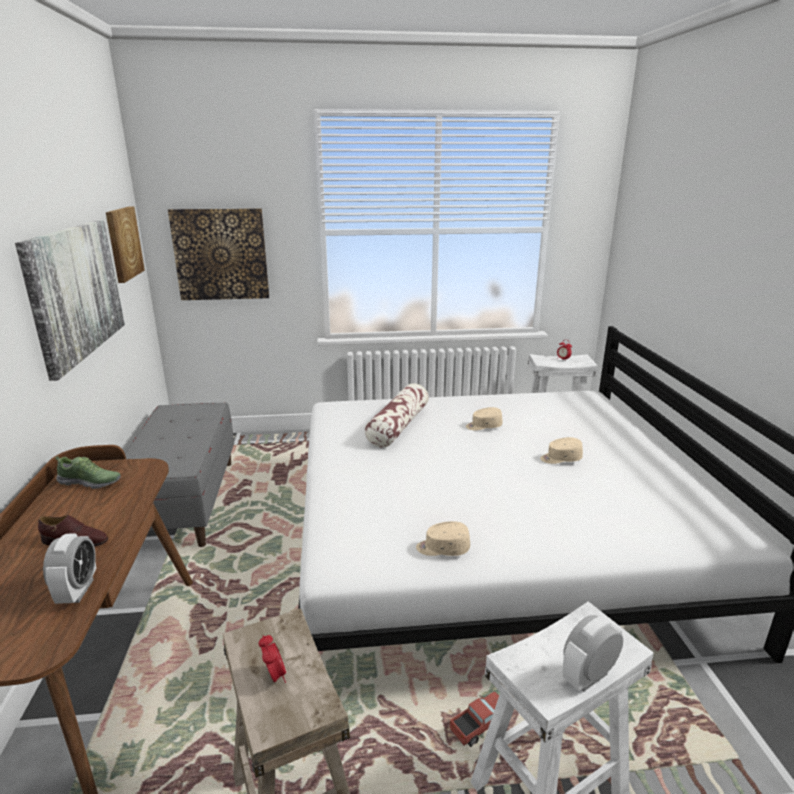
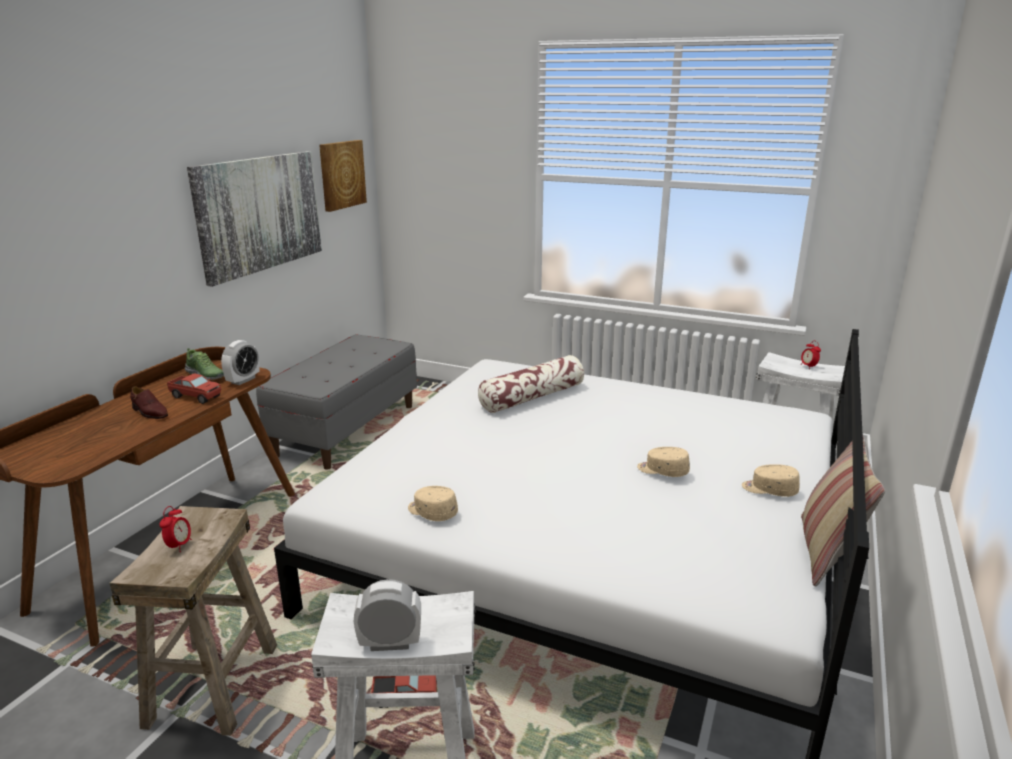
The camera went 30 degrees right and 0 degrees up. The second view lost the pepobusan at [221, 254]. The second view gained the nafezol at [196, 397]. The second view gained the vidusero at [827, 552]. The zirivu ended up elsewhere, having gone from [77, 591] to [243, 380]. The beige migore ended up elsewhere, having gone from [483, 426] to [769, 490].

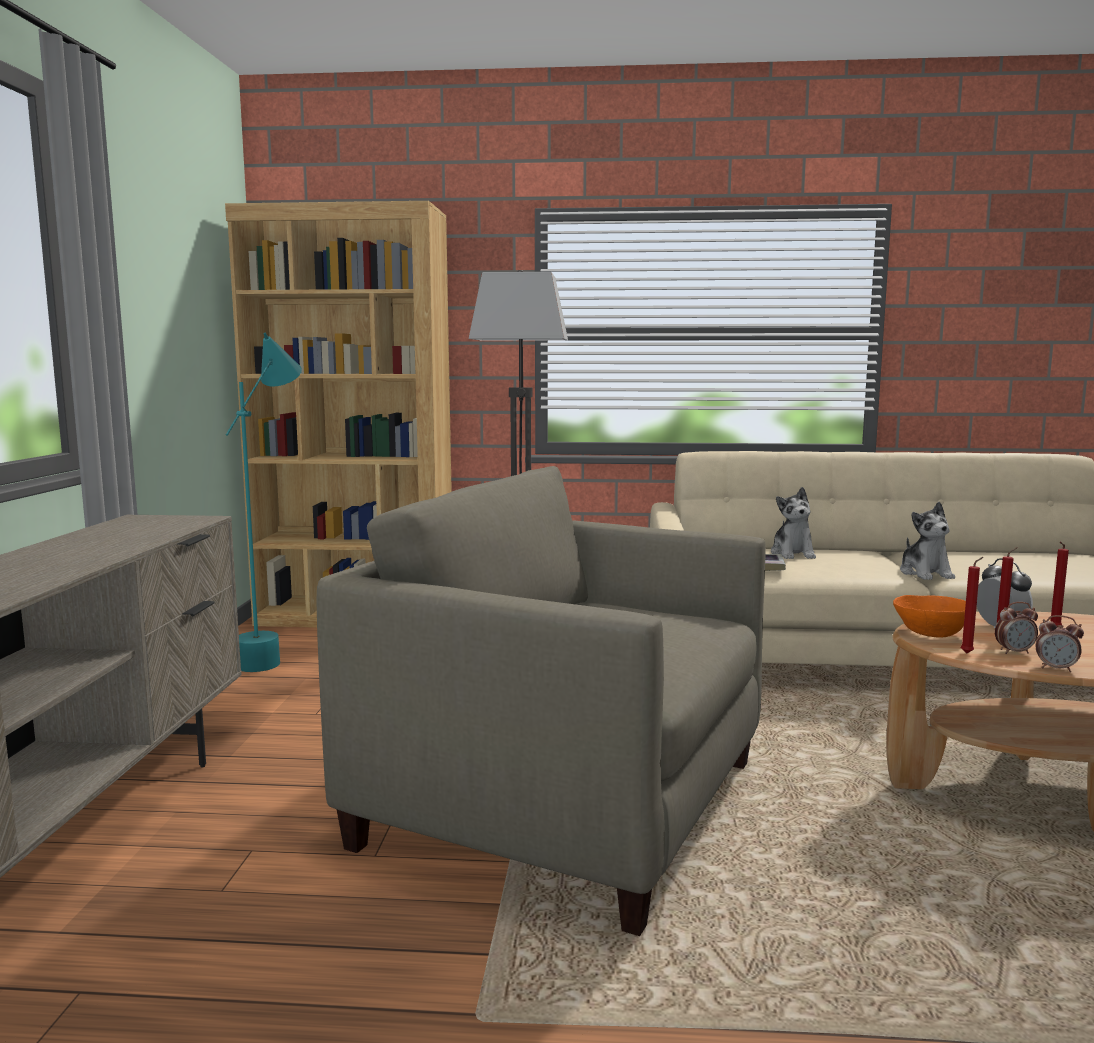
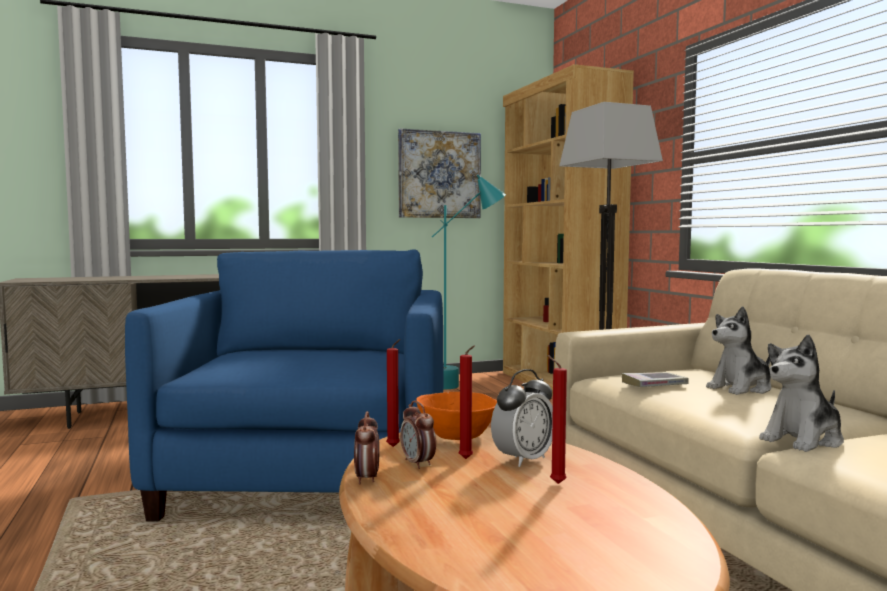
The camera went 65 degrees right and 5 degrees down. The second view gained the pepobusan at [439, 174]. What was the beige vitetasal at [566, 803] turned into the blue vitetasal at [311, 480].

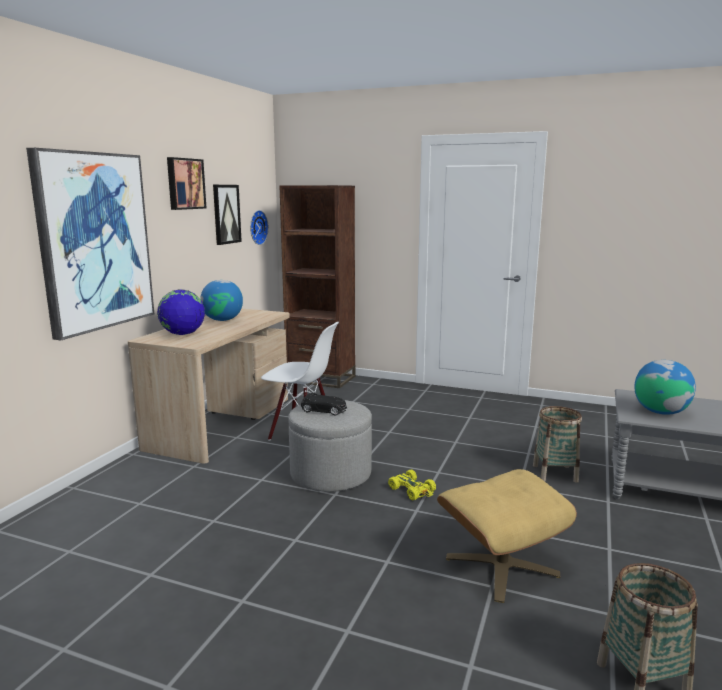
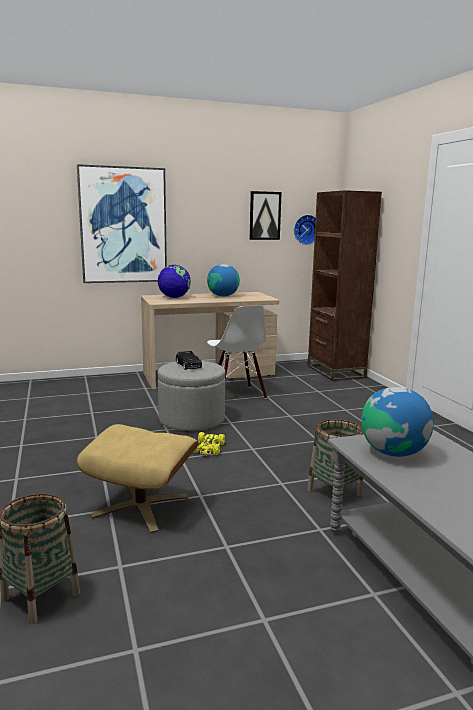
The camera went 50 degrees right and 0 degrees up. The second view lost the pepobusan at [185, 184].

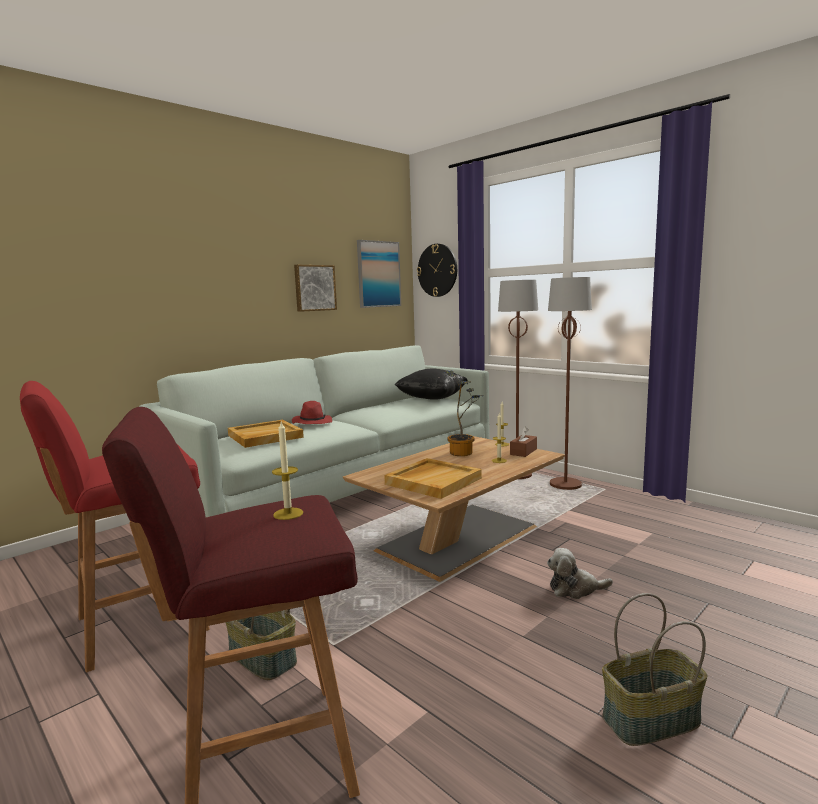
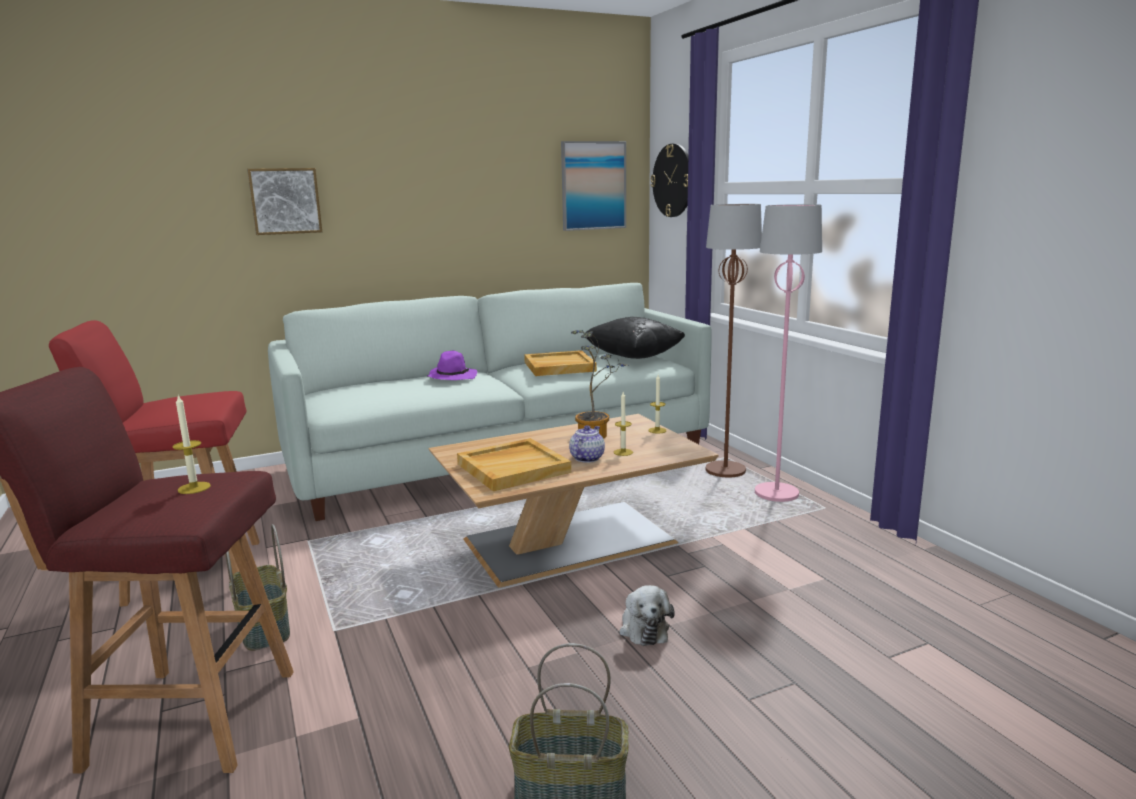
The camera went 20 degrees right and 5 degrees up. The second view lost the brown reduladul at [523, 452]. The second view gained the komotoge at [587, 458]. The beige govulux ended up elsewhere, having gone from [264, 436] to [559, 367]. The pepobusan ended up elsewhere, having gone from [314, 288] to [285, 201]. What was the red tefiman at [312, 423] turned into the purple tefiman at [452, 377]. What was the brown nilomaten at [565, 485] turned into the pink nilomaten at [776, 494]. The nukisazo at [575, 589] ended up facing another way, 120 degrees counterclockwise from before.

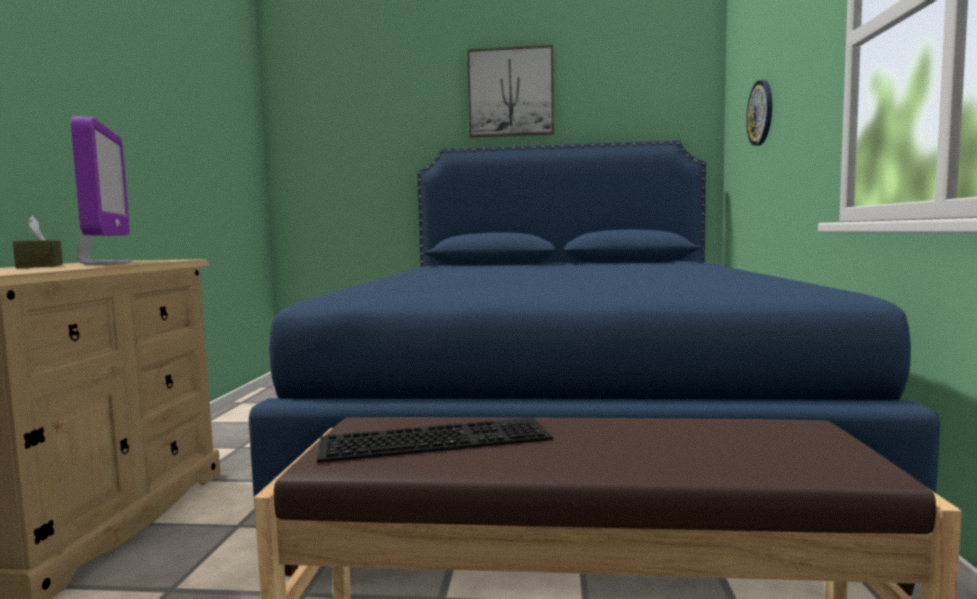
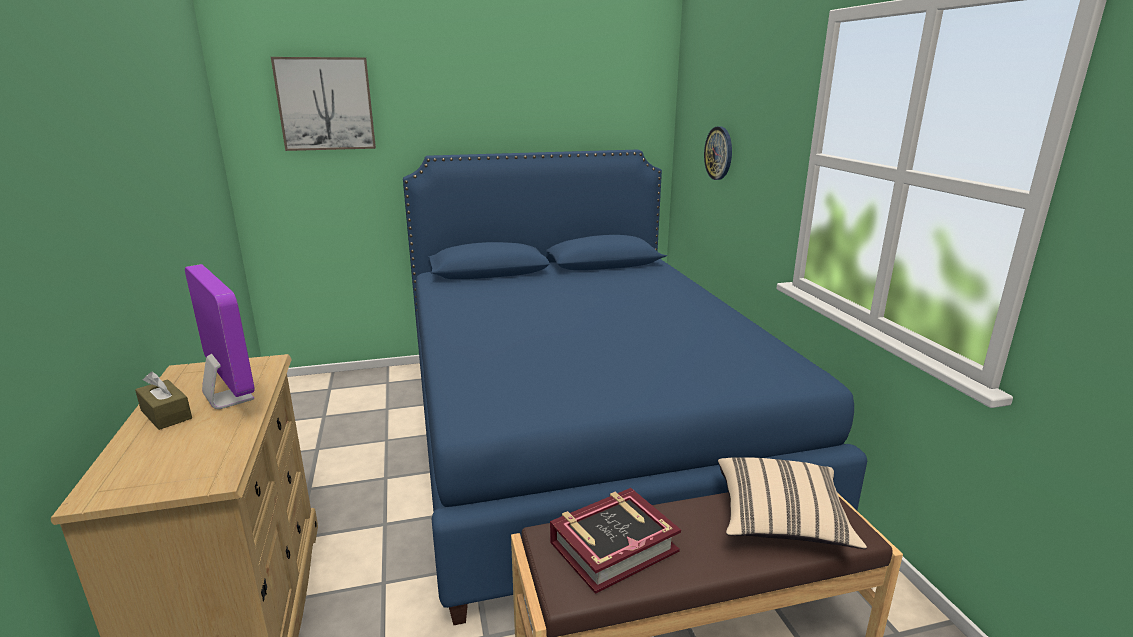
The camera went 20 degrees left and 15 degrees up. The second view gained the beige vidusero at [780, 521]. The pepobusan ended up elsewhere, having gone from [510, 92] to [325, 104]. Where the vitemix stood at [436, 438], the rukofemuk came to stand at [613, 546].

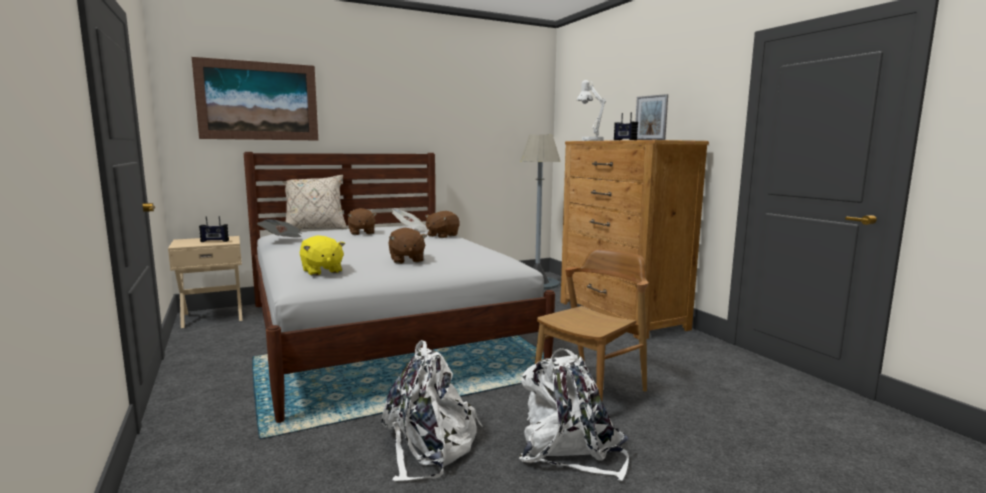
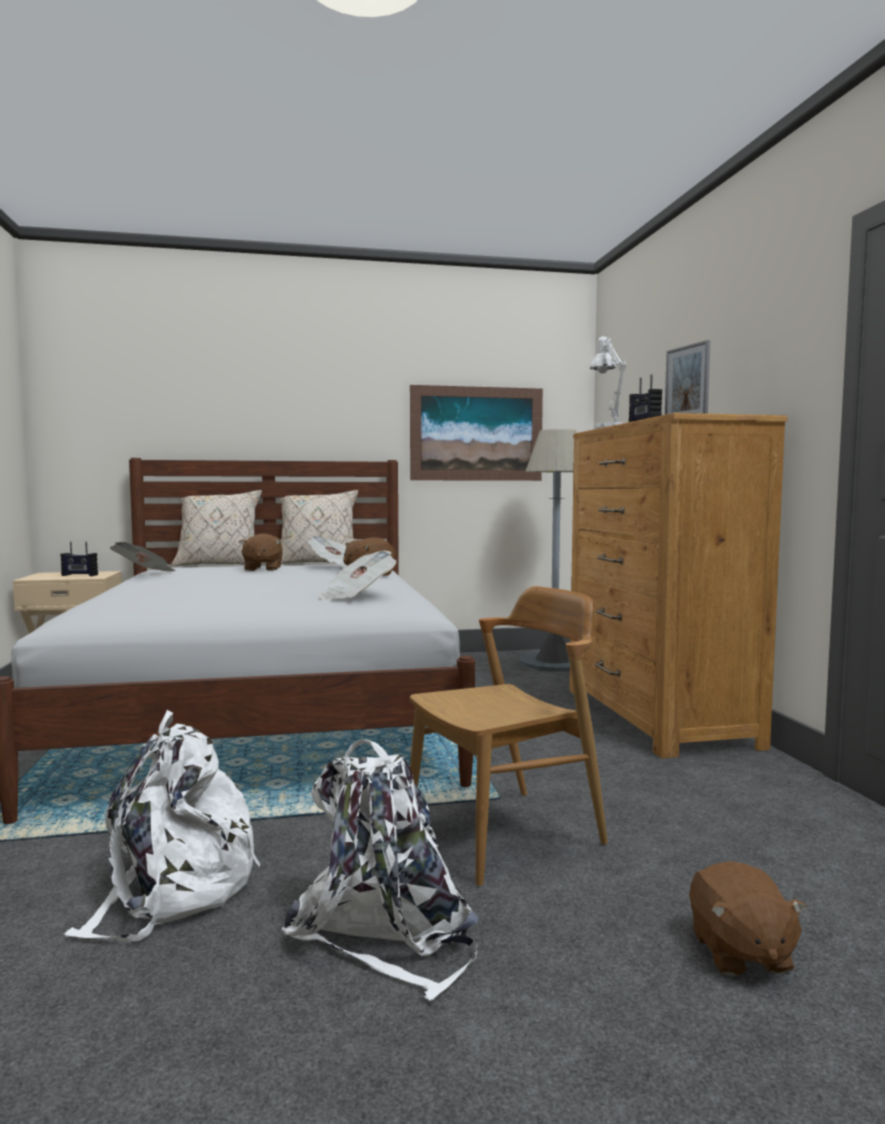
The camera went 15 degrees right and 5 degrees down. The second view lost the yellow nukisazo at [321, 271]. The second view gained the beige vidusero at [318, 563]. The second view gained the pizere at [357, 596]. The pepobusan ended up elsewhere, having gone from [258, 101] to [476, 434]. The brown nukisazo ended up elsewhere, having gone from [406, 260] to [739, 952].

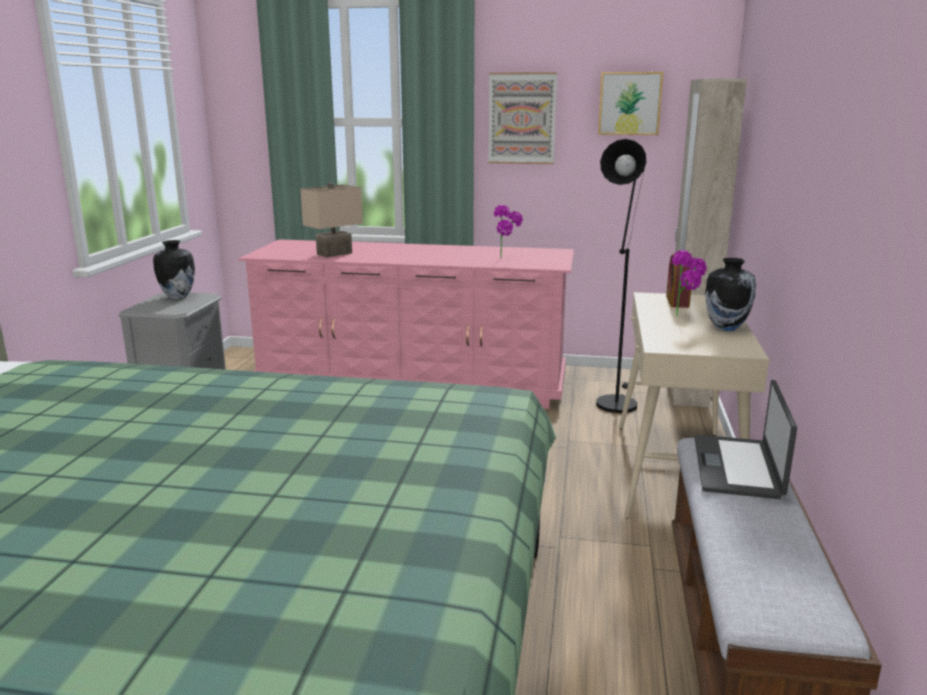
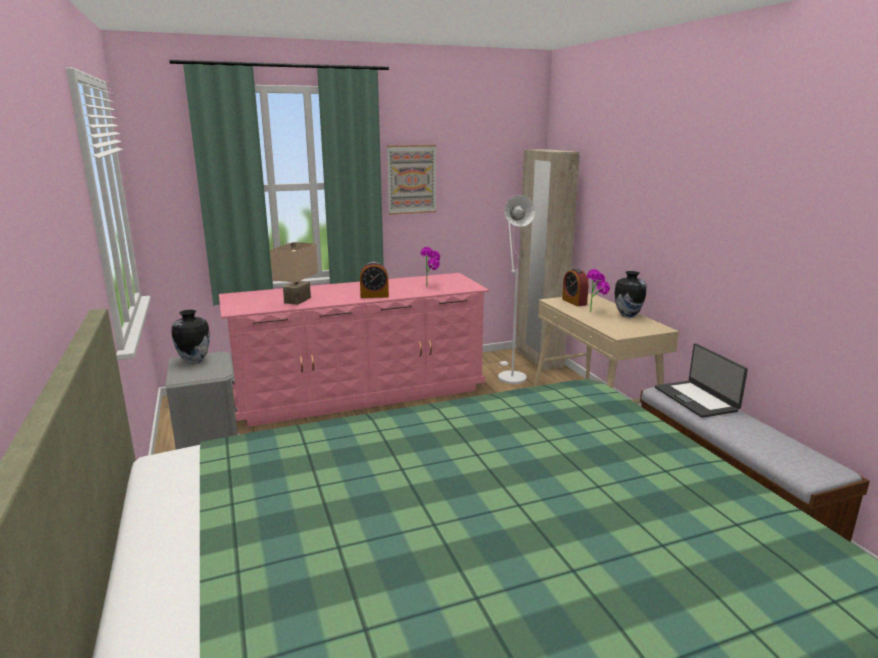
The camera went 30 degrees left and 0 degrees up. The second view lost the pepobusan at [629, 103]. The second view gained the zirivu at [374, 296]. What was the black nilomaten at [616, 401] turned into the white nilomaten at [509, 375].

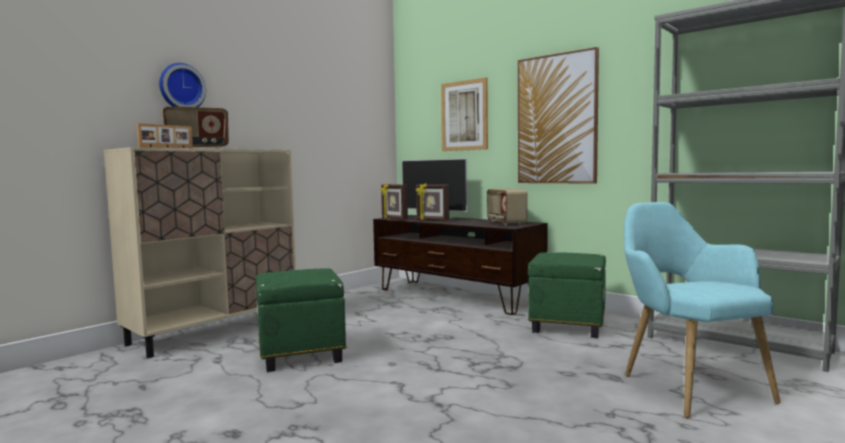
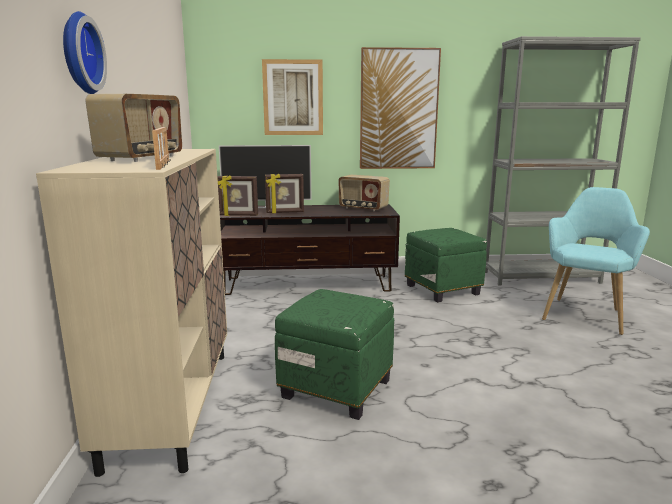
The camera went 45 degrees left and 10 degrees up. The turquoise vitetasal at [687, 386] ended up facing another way, 90 degrees clockwise from before.

